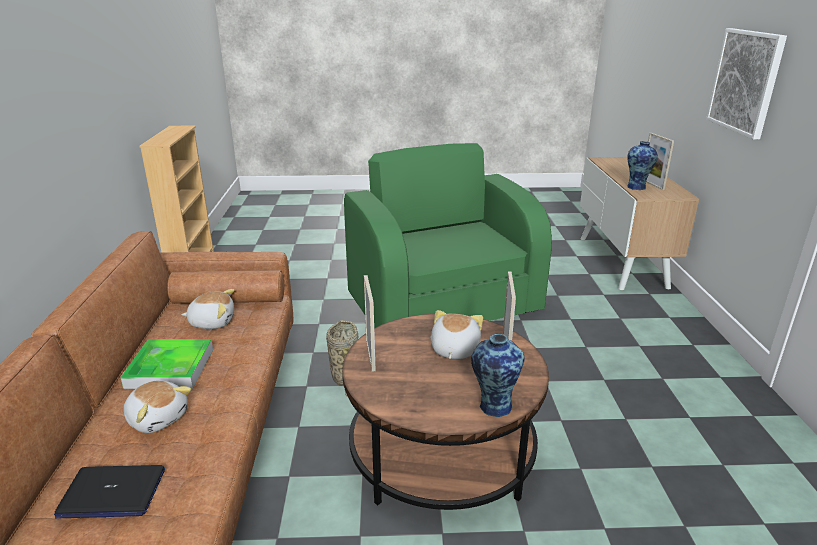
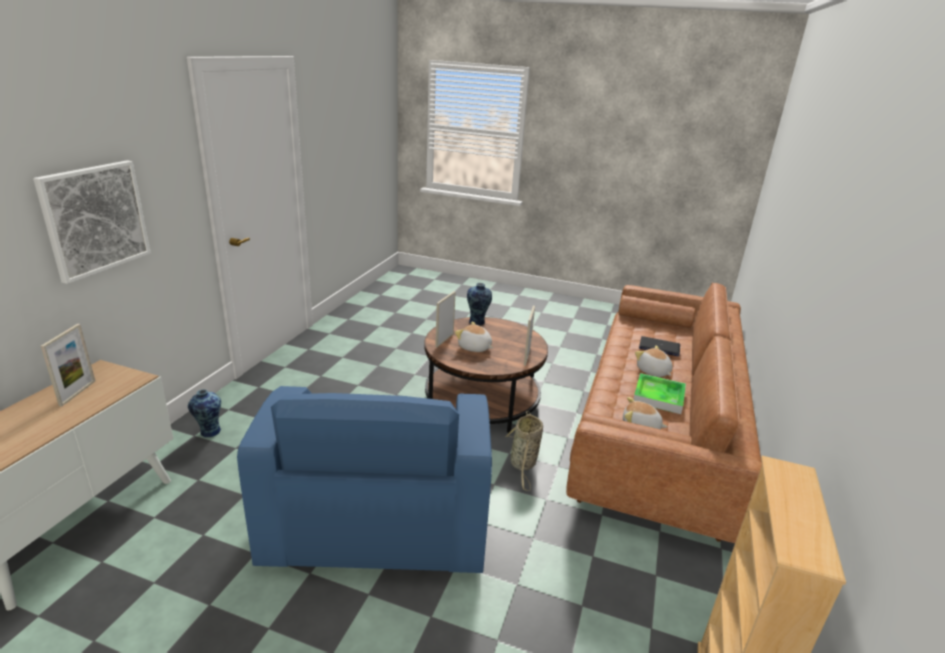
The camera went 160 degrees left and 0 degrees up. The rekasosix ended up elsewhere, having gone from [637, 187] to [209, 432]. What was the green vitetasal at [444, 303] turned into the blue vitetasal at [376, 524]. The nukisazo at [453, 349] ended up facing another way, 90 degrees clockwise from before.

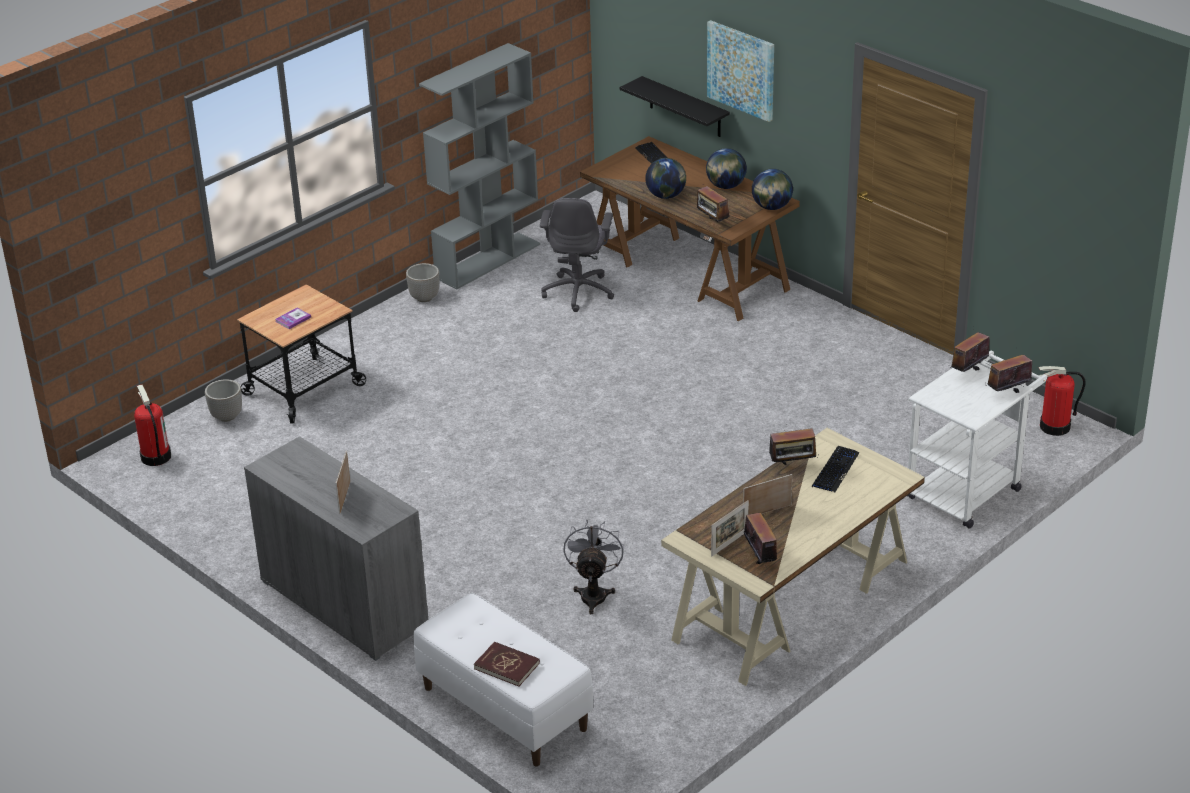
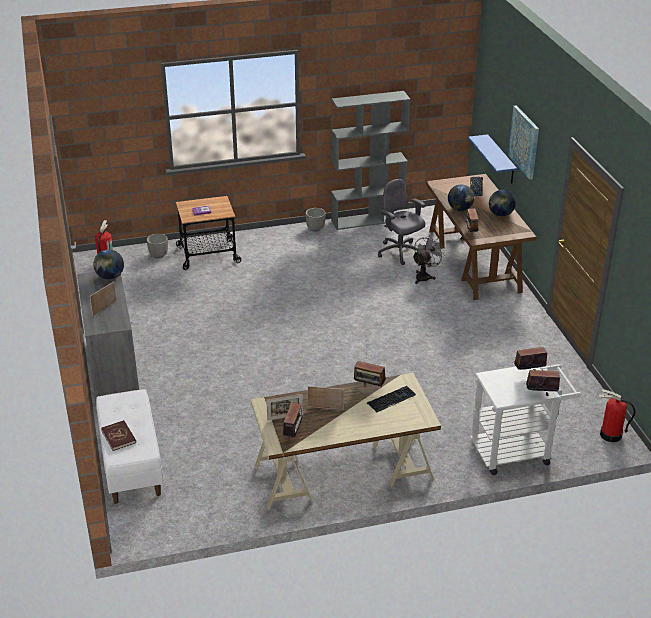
The camera went 30 degrees right and 0 degrees up. The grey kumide ended up elsewhere, having gone from [594, 593] to [424, 276]. The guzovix ended up elsewhere, having gone from [771, 207] to [110, 277]. What was the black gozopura at [685, 107] turned into the blue gozopura at [501, 160]. The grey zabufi at [579, 291] ended up facing another way, 105 degrees clockwise from before.

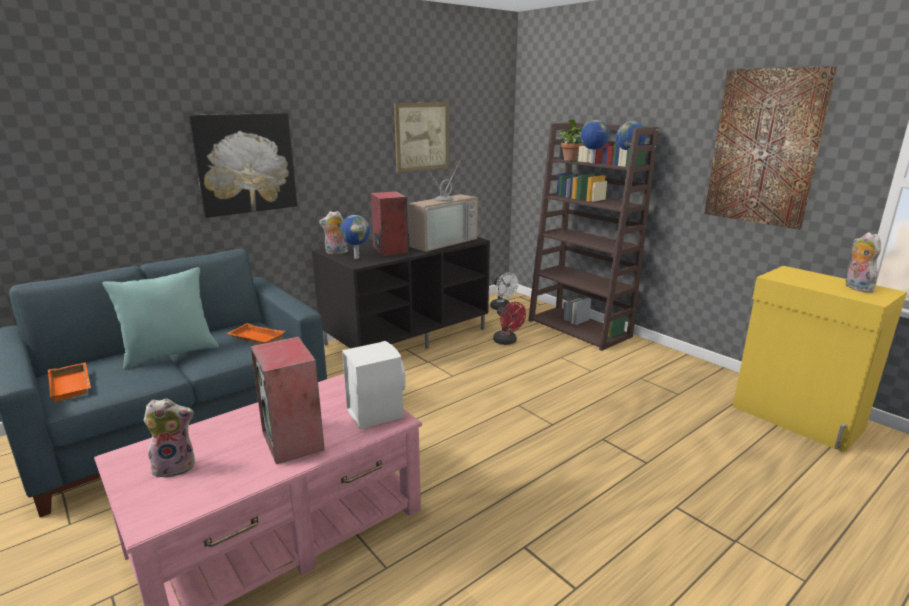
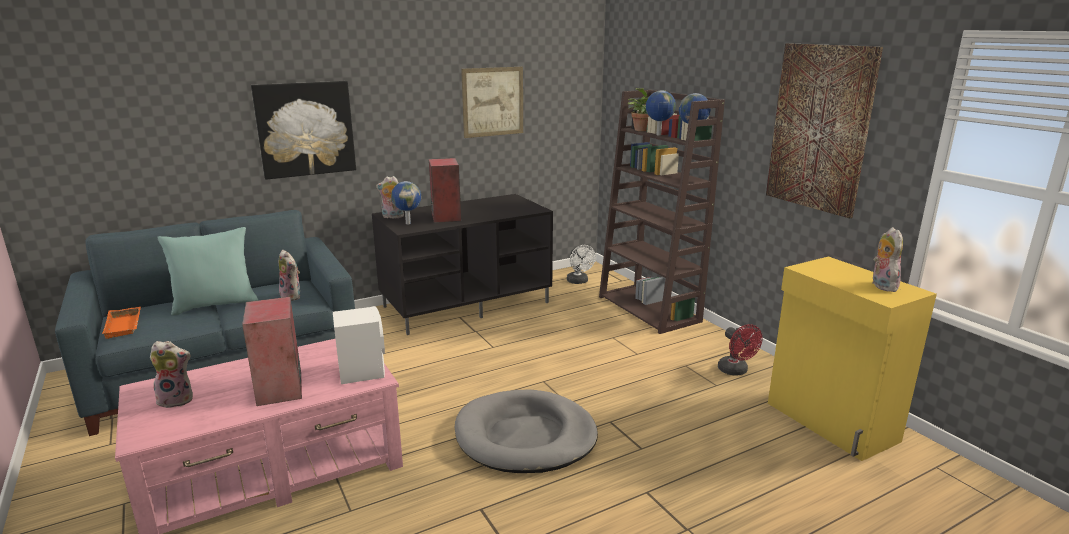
The camera went 10 degrees right and 0 degrees up. The second view lost the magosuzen at [441, 242]. The second view gained the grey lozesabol at [525, 436]. The red kumide ended up elsewhere, having gone from [507, 342] to [736, 371]. Where the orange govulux stood at [255, 339], the nukisazo came to stand at [292, 296].

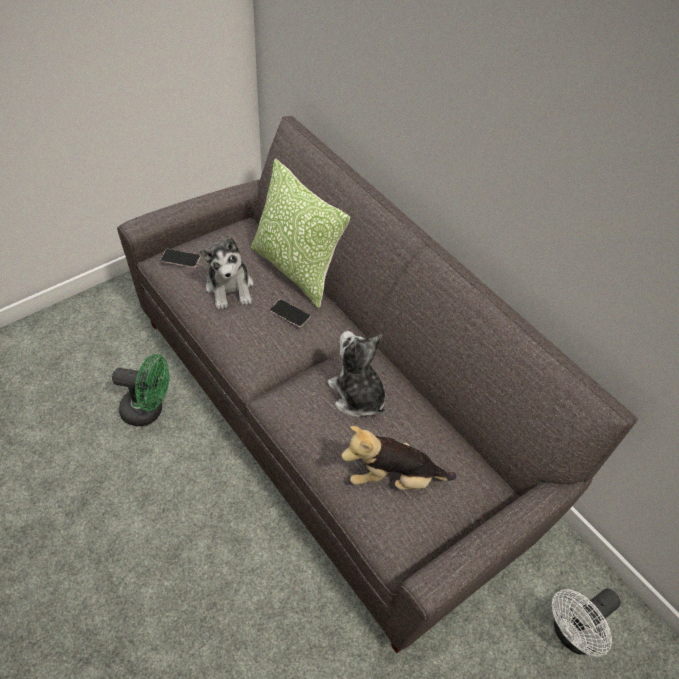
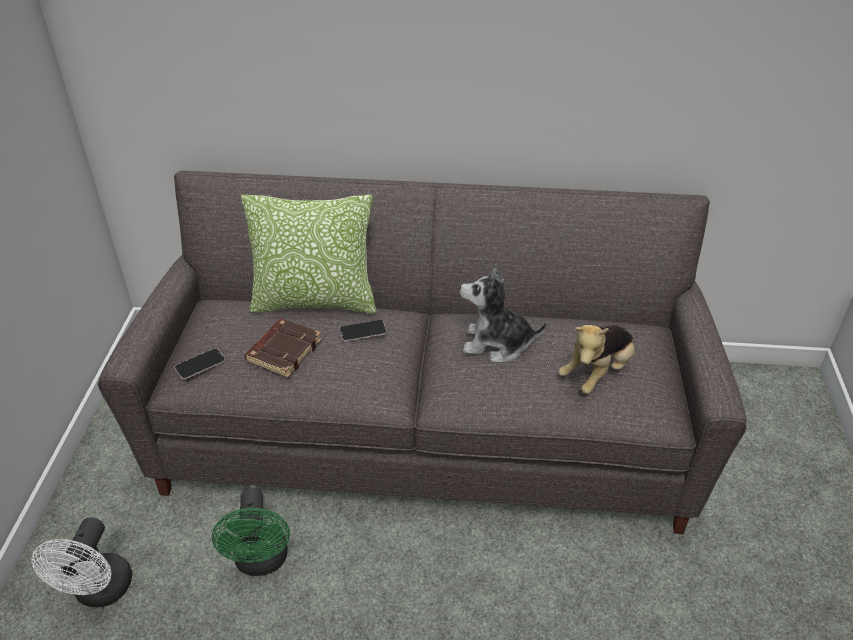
The camera went 45 degrees left and 10 degrees down. The white kumide ended up elsewhere, having gone from [572, 634] to [100, 592]. Where the nukisazo stood at [230, 288], the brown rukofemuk came to stand at [283, 351]. The green kumide at [149, 410] ended up facing another way, 120 degrees clockwise from before.

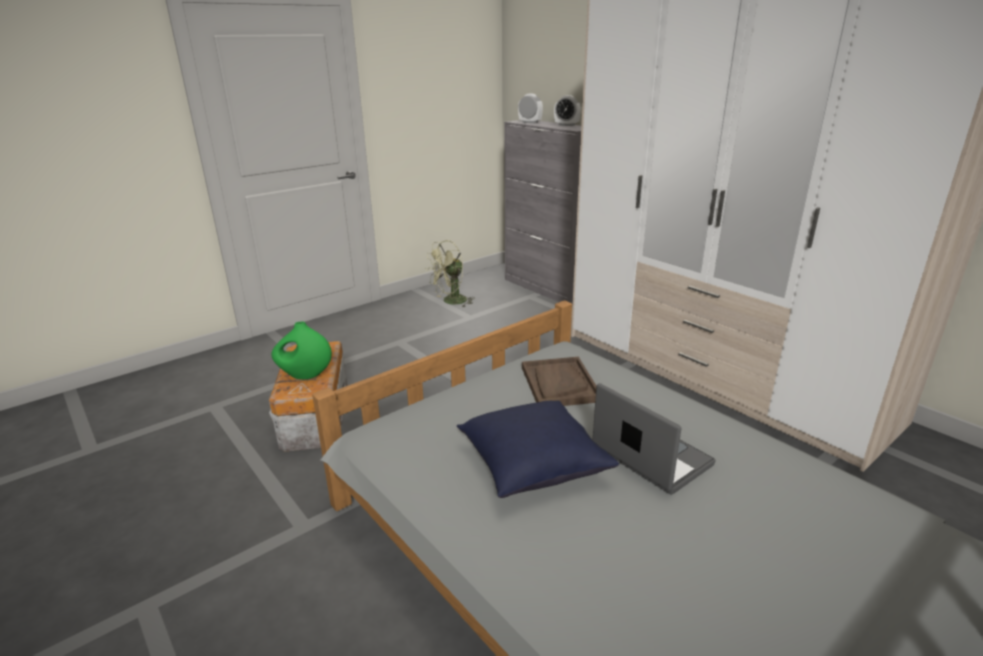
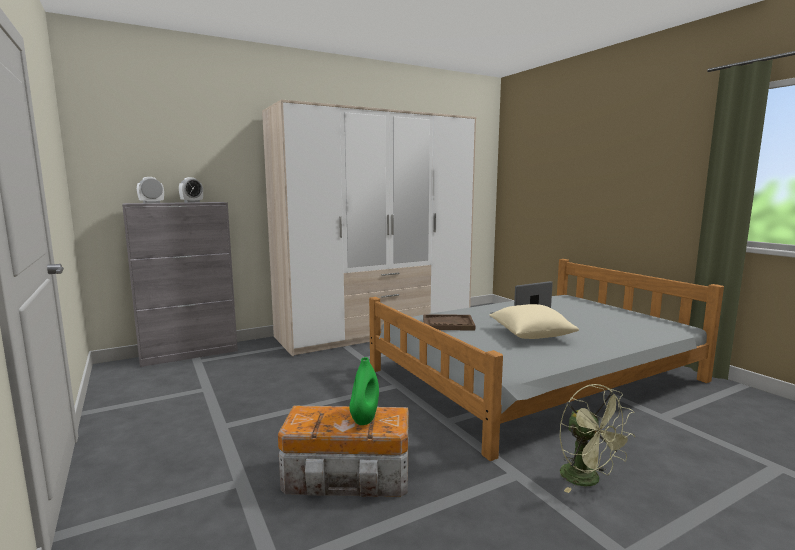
The camera went 80 degrees left and 15 degrees down. The green kumide ended up elsewhere, having gone from [451, 302] to [587, 480]. What was the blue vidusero at [532, 464] turned into the beige vidusero at [531, 335].

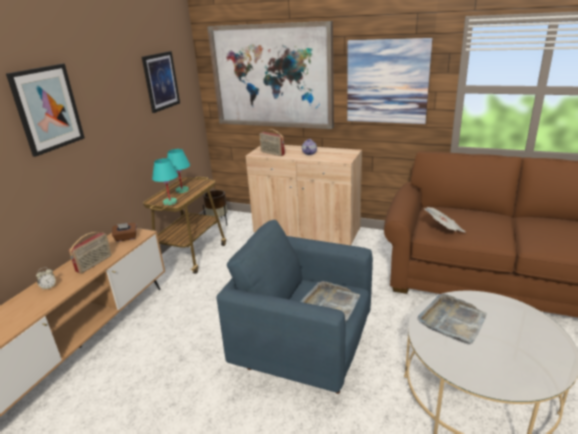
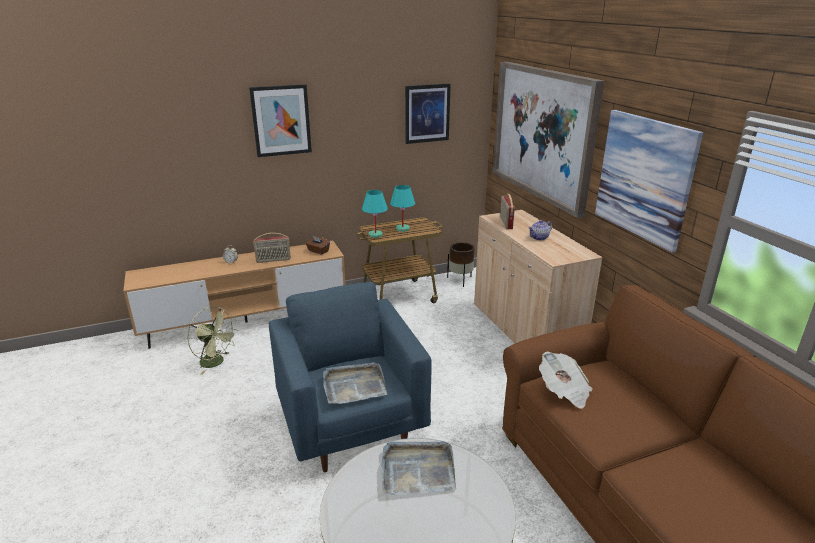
The camera went 45 degrees right and 0 degrees up. The second view gained the green kumide at [216, 362].

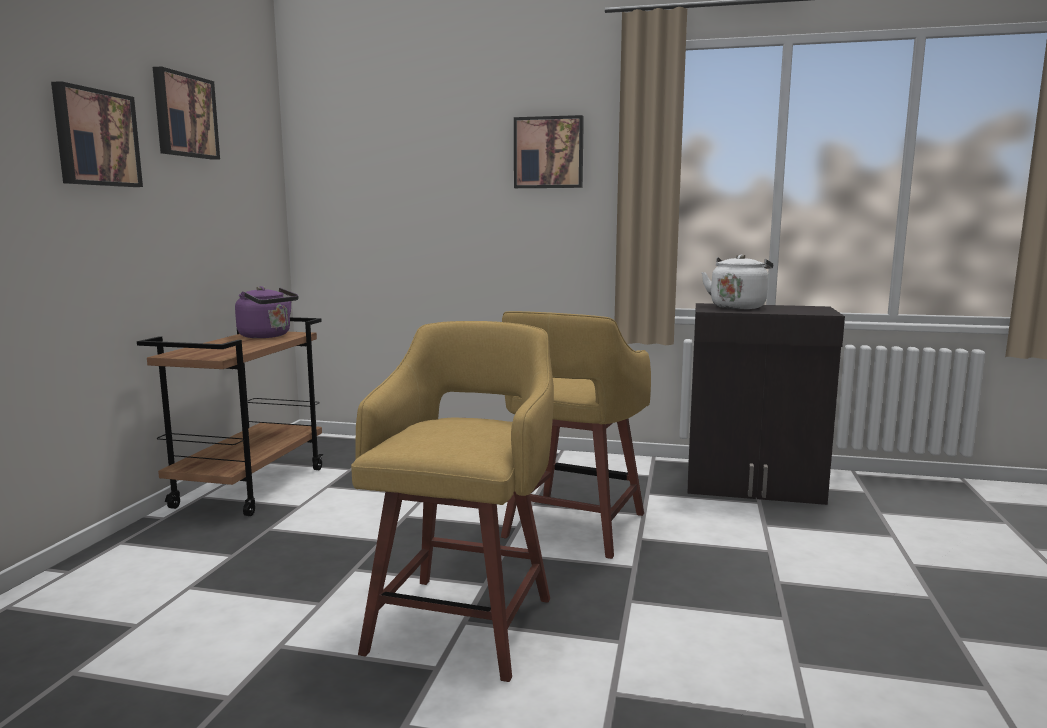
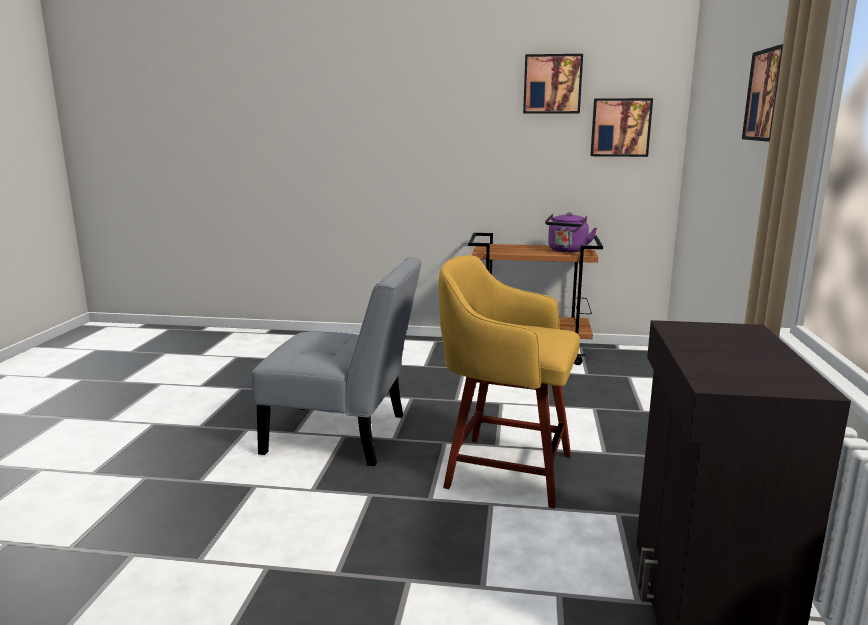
The camera went 85 degrees right and 5 degrees up. The second view lost the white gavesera at [738, 307]. The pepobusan ended up elsewhere, having gone from [95, 138] to [620, 127]. Where the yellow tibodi stood at [464, 621], the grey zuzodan came to stand at [344, 435].

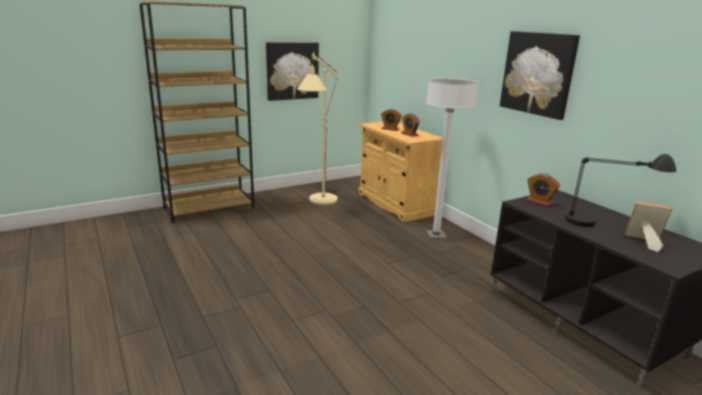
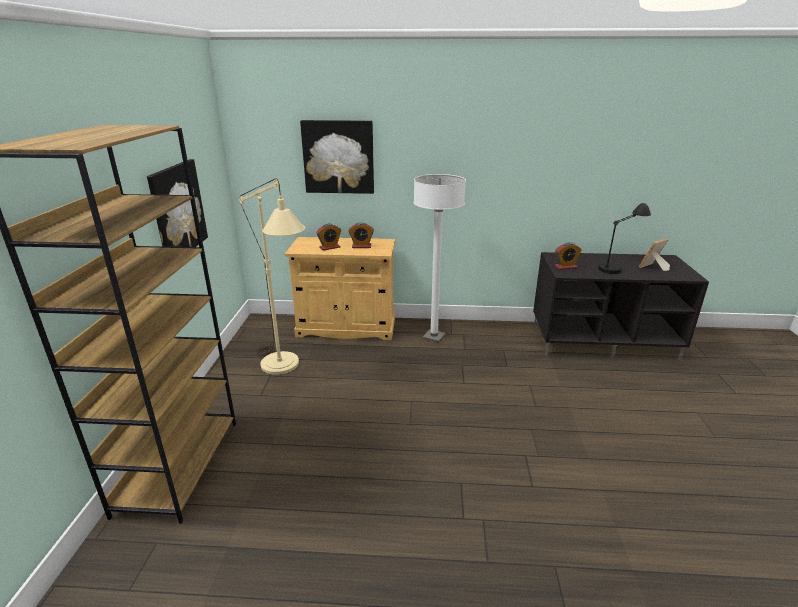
The camera went 55 degrees left and 5 degrees up. The pepobusan ended up elsewhere, having gone from [538, 73] to [338, 157].

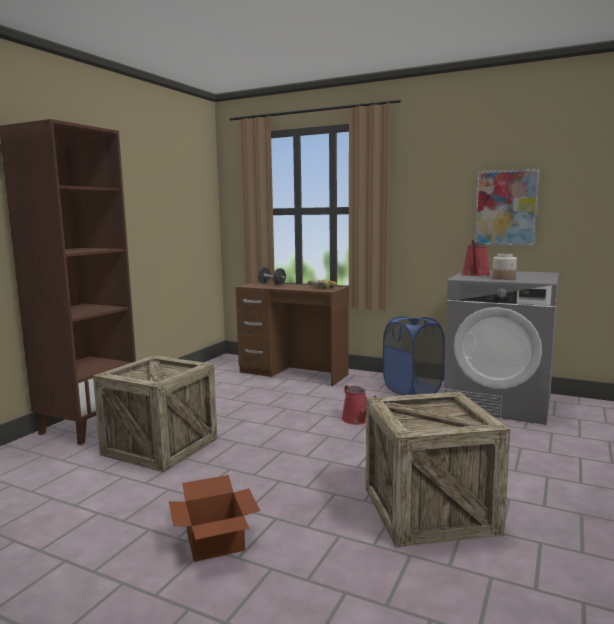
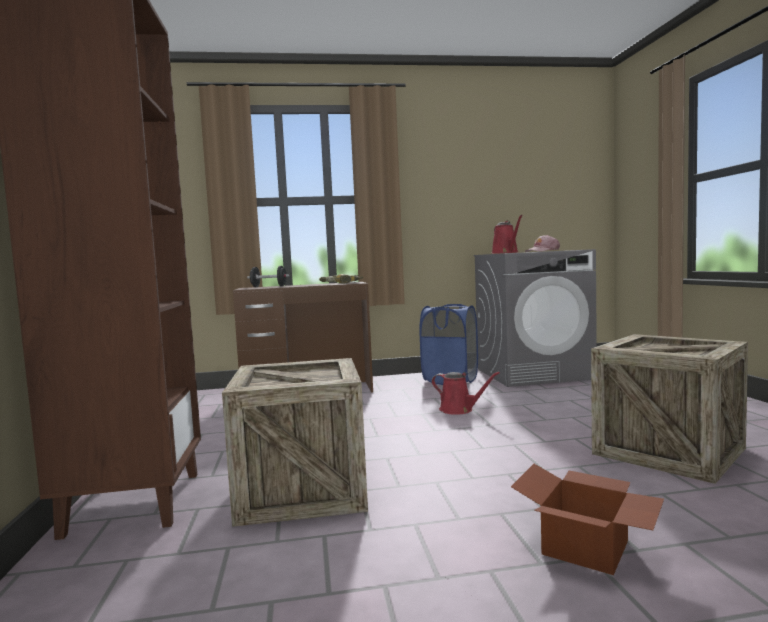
The camera went 35 degrees left and 5 degrees down. The second view lost the pepobusan at [506, 208]. Where the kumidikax stood at [504, 278], the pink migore came to stand at [542, 251].

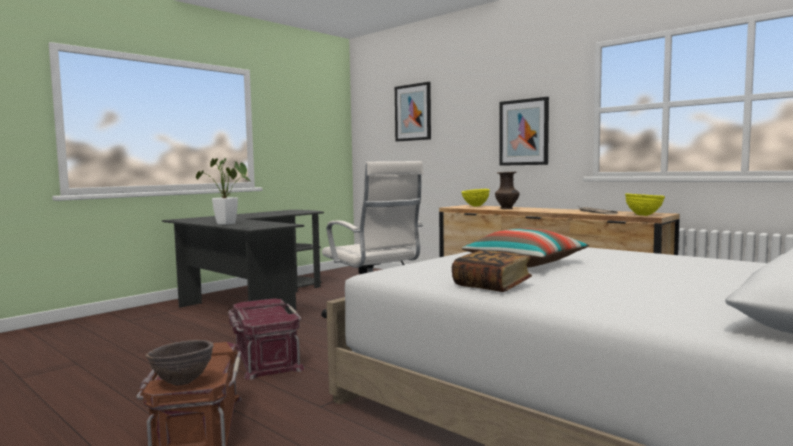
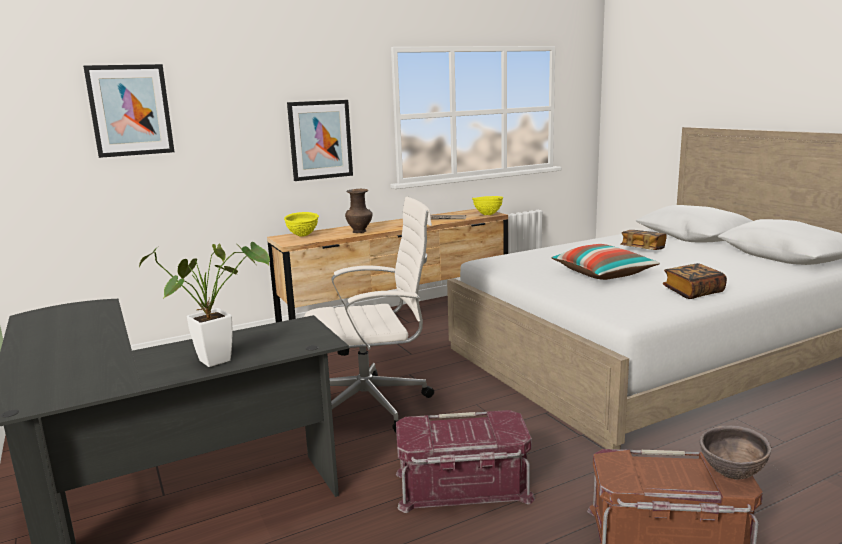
The camera went 70 degrees left and 10 degrees up. The second view gained the rukofemuk at [642, 249].

